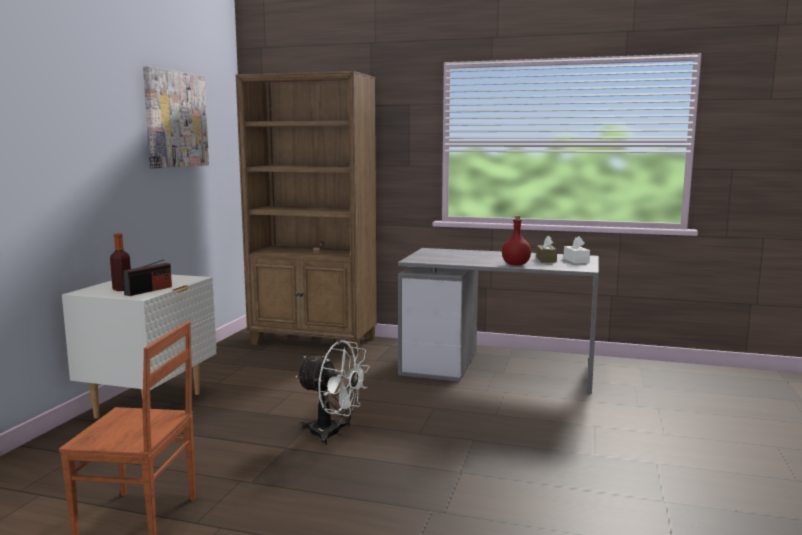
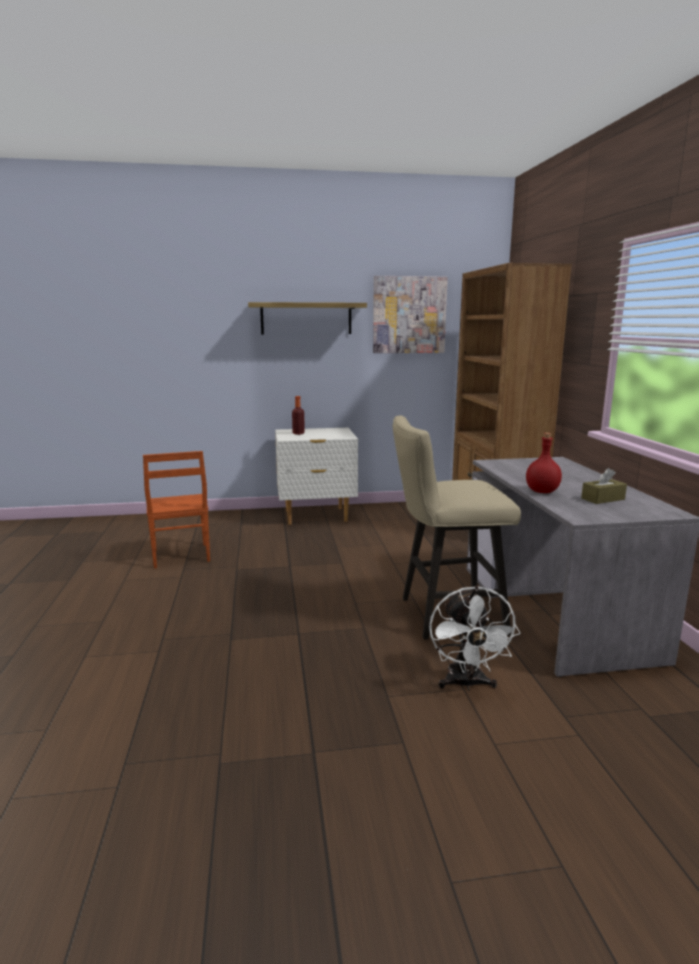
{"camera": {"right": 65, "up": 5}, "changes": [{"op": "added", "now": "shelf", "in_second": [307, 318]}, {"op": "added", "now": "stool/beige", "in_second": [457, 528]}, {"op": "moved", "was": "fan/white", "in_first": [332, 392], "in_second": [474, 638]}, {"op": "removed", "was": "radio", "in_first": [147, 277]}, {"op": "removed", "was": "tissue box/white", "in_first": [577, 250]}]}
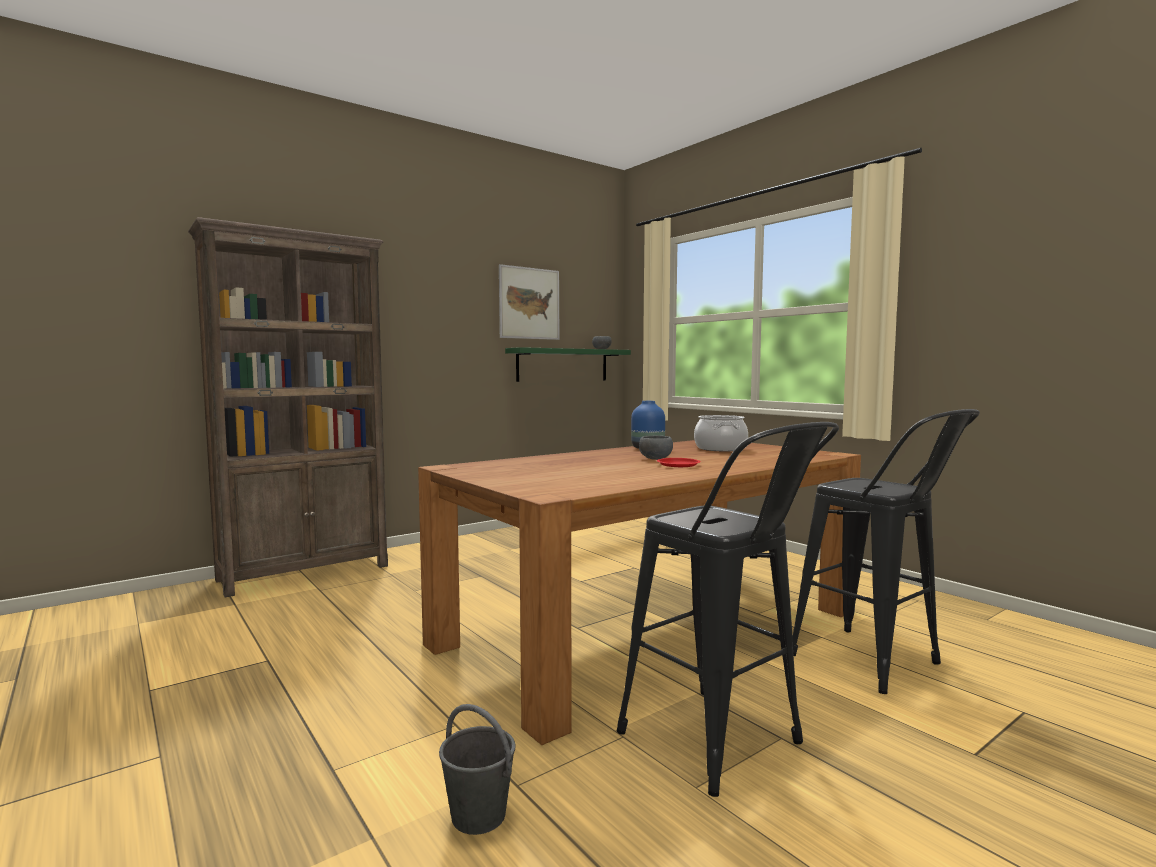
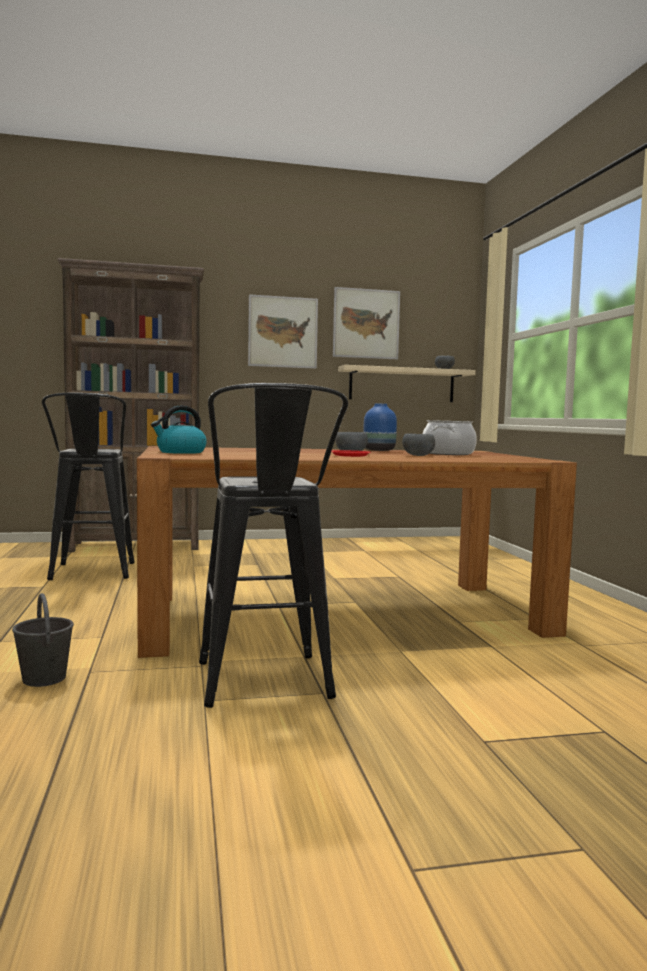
{"camera": {"right": 25, "up": 0}, "changes": [{"op": "moved", "was": "stool/black", "in_first": [886, 551], "in_second": [88, 486]}, {"op": "added", "now": "kettle", "in_second": [179, 430]}, {"op": "added", "now": "picture", "in_second": [283, 331]}, {"op": "recoloured", "was": "shelf/green", "now": "shelf/beige", "in_first": [568, 364], "in_second": [407, 383]}, {"op": "added", "now": "bowl/grey", "in_second": [418, 444]}]}
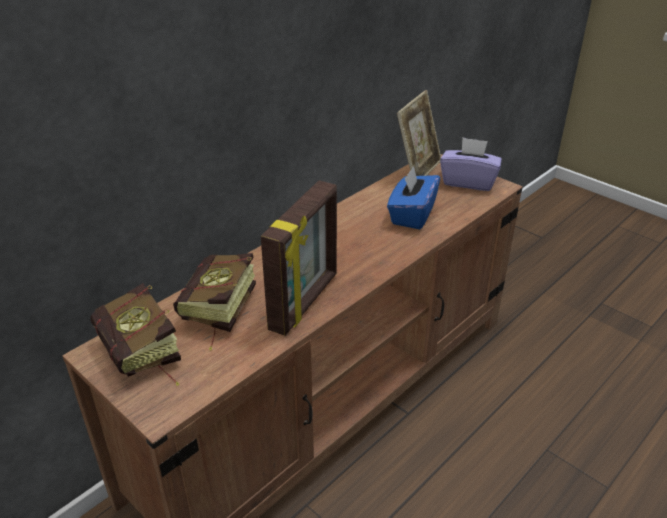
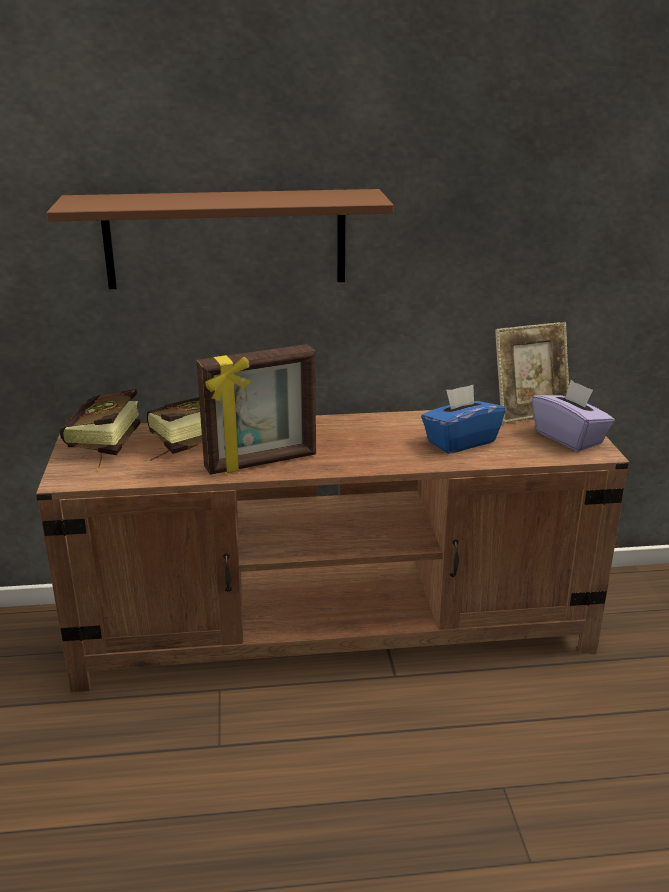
{"camera": {"right": 40, "up": -10}, "changes": [{"op": "added", "now": "shelf/brown", "in_second": [220, 239]}]}
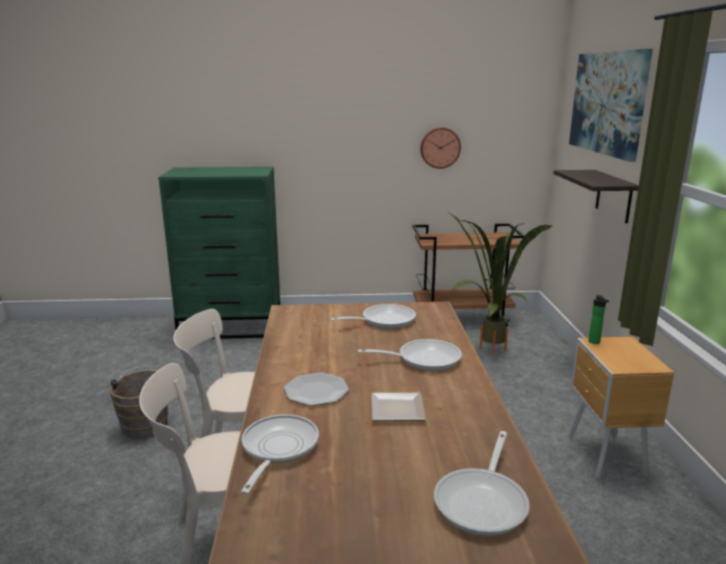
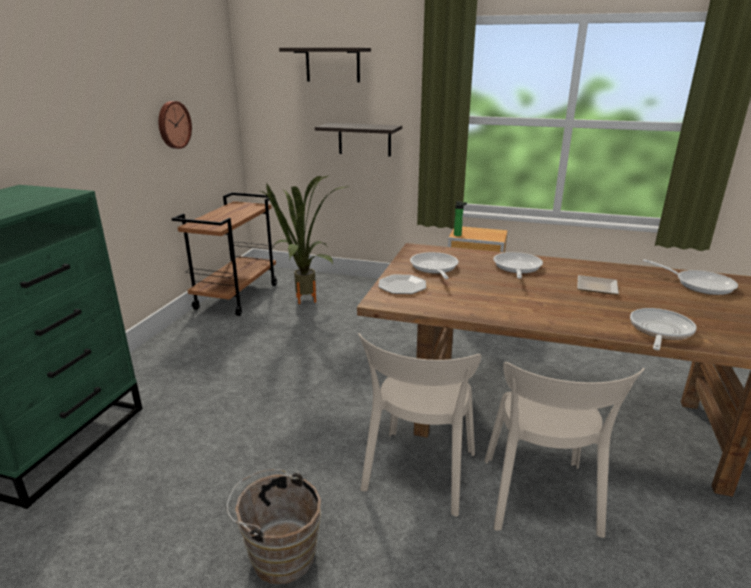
{"camera": {"right": -70, "up": 5}, "changes": [{"op": "replaced", "was": "picture", "now": "shelf", "in_first": [611, 105], "in_second": [325, 65]}, {"op": "moved", "was": "plate", "in_first": [316, 389], "in_second": [402, 284]}, {"op": "turned", "was": "frying pan", "in_first": [280, 454], "in_second": [663, 329], "clockwise": 90}]}
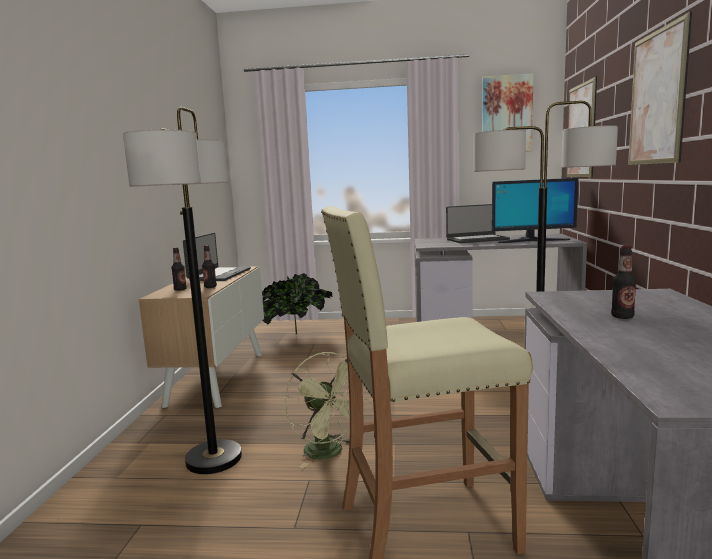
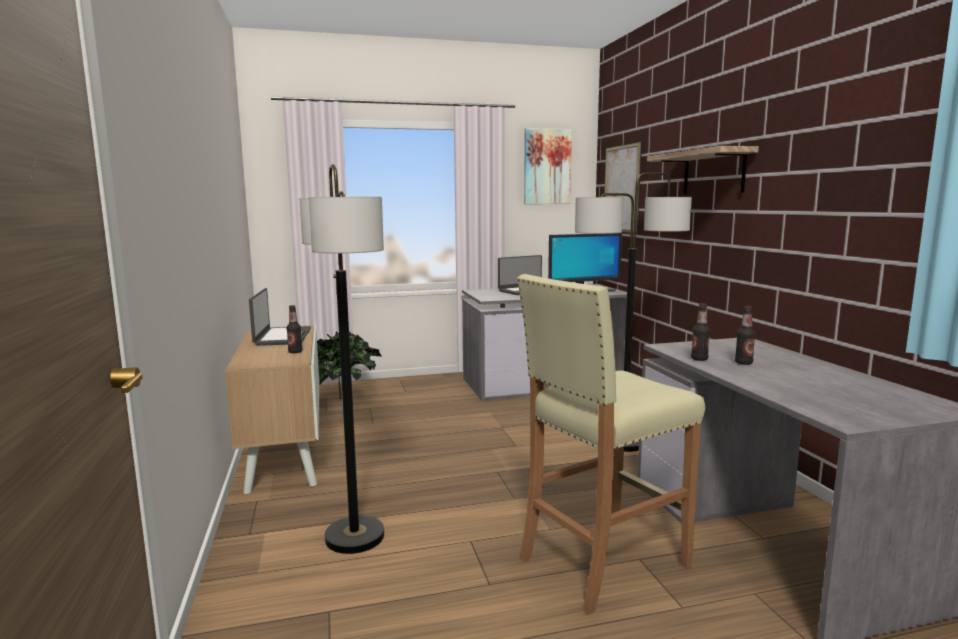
{"camera": {"right": -20, "up": 0}, "changes": [{"op": "replaced", "was": "picture", "now": "shelf", "in_first": [660, 88], "in_second": [703, 170]}, {"op": "moved", "was": "bottle", "in_first": [179, 269], "in_second": [700, 332]}, {"op": "removed", "was": "fan/green", "in_first": [327, 410]}]}
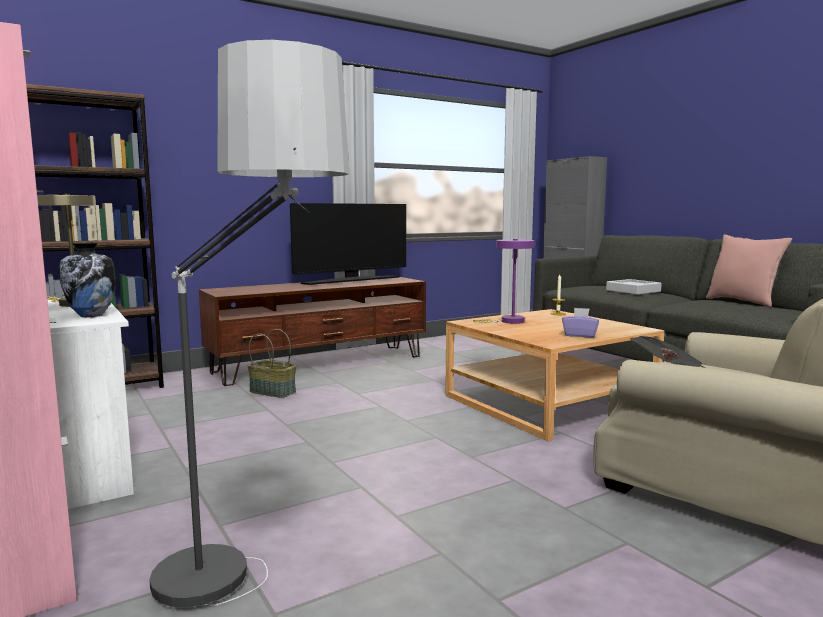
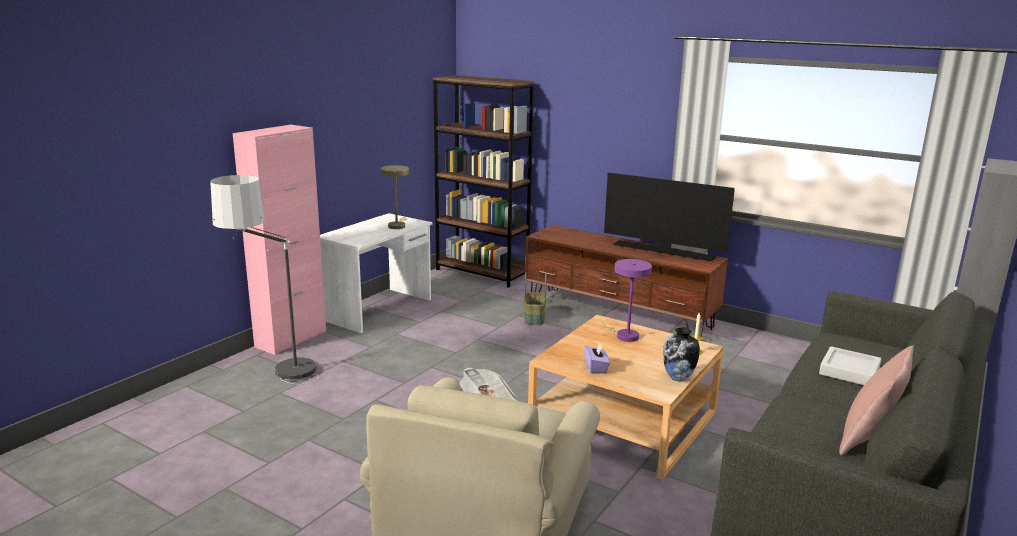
{"camera": {"right": 65, "up": 10}, "changes": [{"op": "moved", "was": "vase", "in_first": [87, 280], "in_second": [681, 354]}]}
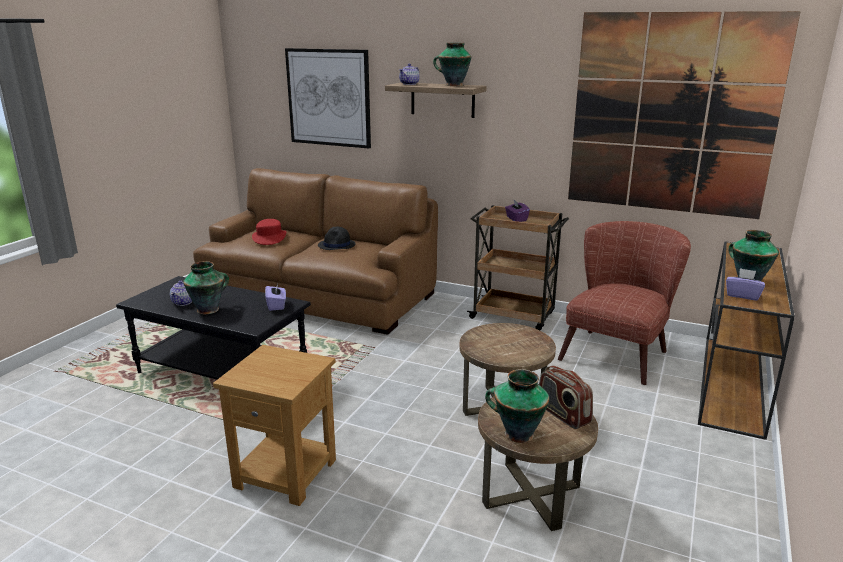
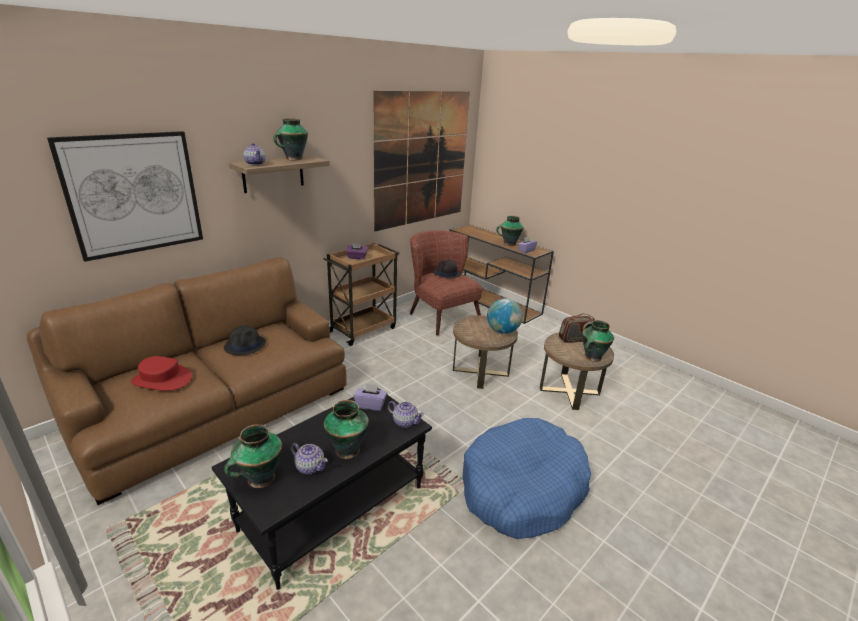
{"camera": {"right": -70, "up": 5}, "changes": [{"op": "added", "now": "vase", "in_second": [253, 456]}, {"op": "added", "now": "teapot", "in_second": [405, 414]}, {"op": "added", "now": "hat/black", "in_second": [447, 269]}, {"op": "replaced", "was": "side table/brown", "now": "dog bed/blue", "in_first": [274, 425], "in_second": [527, 478]}, {"op": "added", "now": "globe", "in_second": [505, 316]}]}
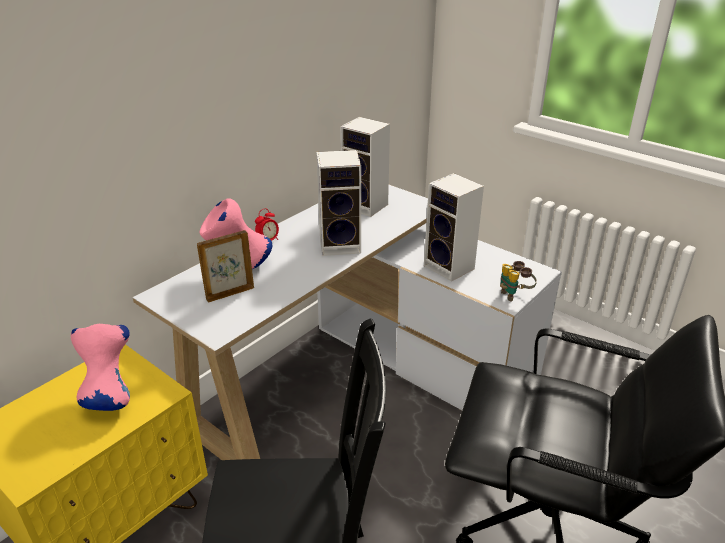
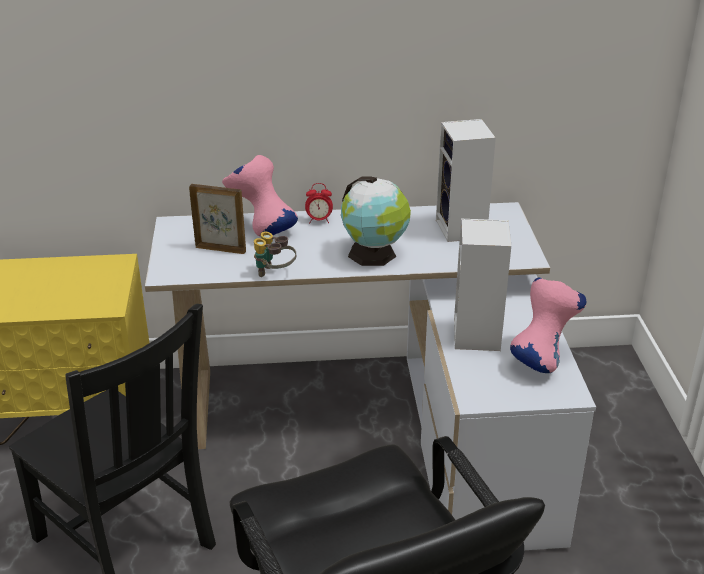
{"camera": {"right": 45, "up": 0}, "changes": [{"op": "moved", "was": "binoculars", "in_first": [518, 281], "in_second": [275, 254]}, {"op": "replaced", "was": "speaker", "now": "globe", "in_first": [338, 203], "in_second": [376, 221]}, {"op": "moved", "was": "vase/pink", "in_first": [100, 367], "in_second": [548, 325]}]}
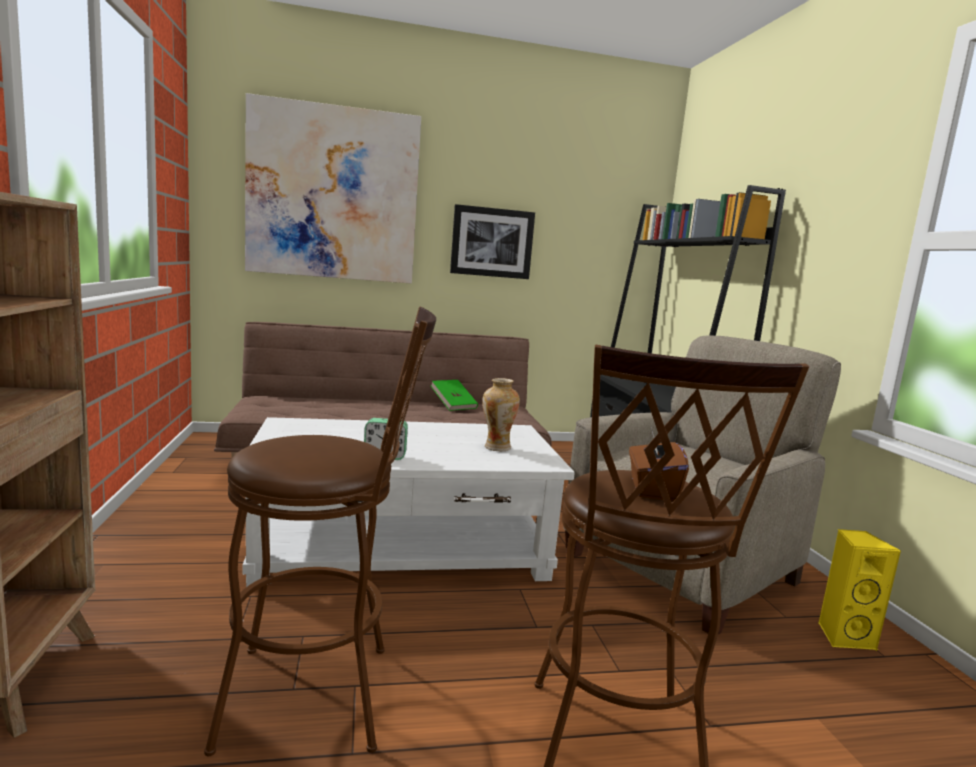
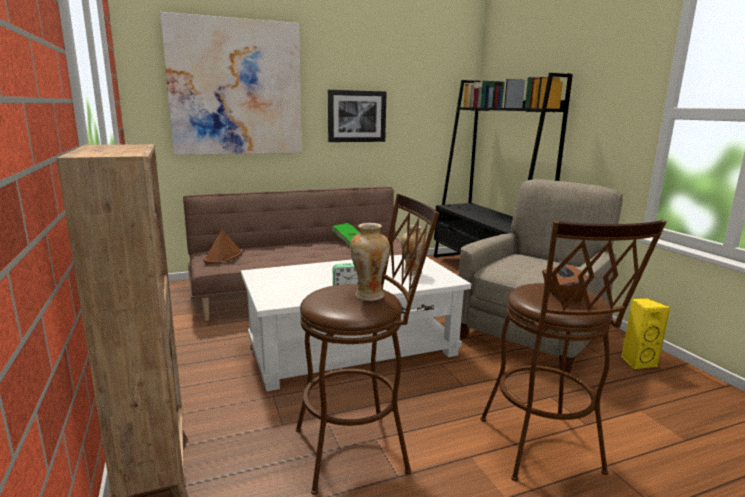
{"camera": {"right": -10, "up": 5}, "changes": [{"op": "added", "now": "hat/brown", "in_second": [222, 247]}, {"op": "added", "now": "vase", "in_second": [370, 262]}]}
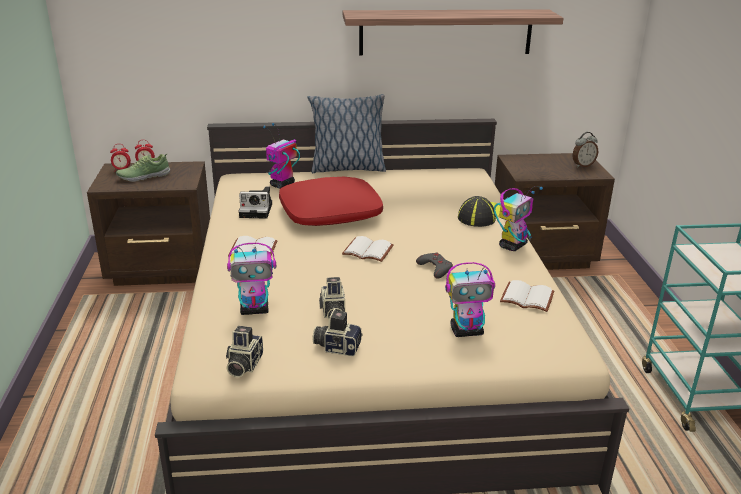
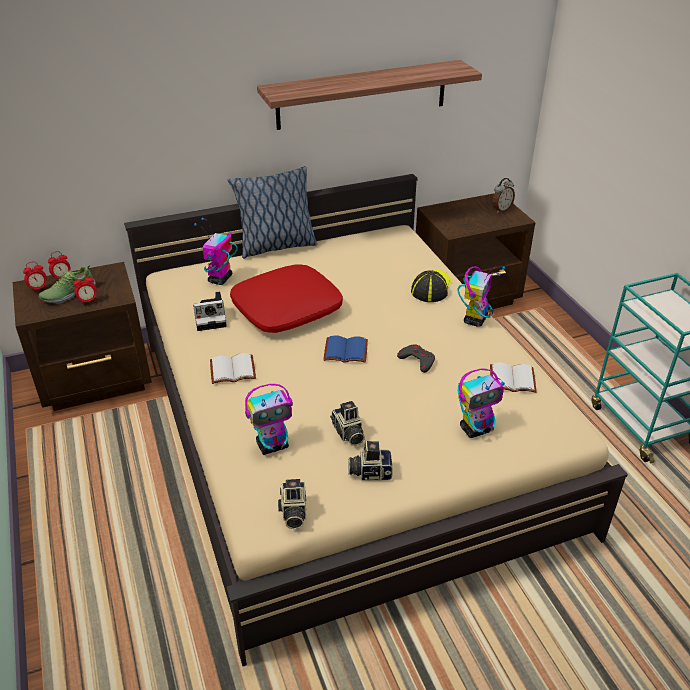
{"camera": {"right": -15, "up": 10}, "changes": [{"op": "added", "now": "alarm clock", "in_second": [85, 289]}, {"op": "recoloured", "was": "book/white", "now": "book/blue", "in_first": [368, 249], "in_second": [345, 349]}]}
